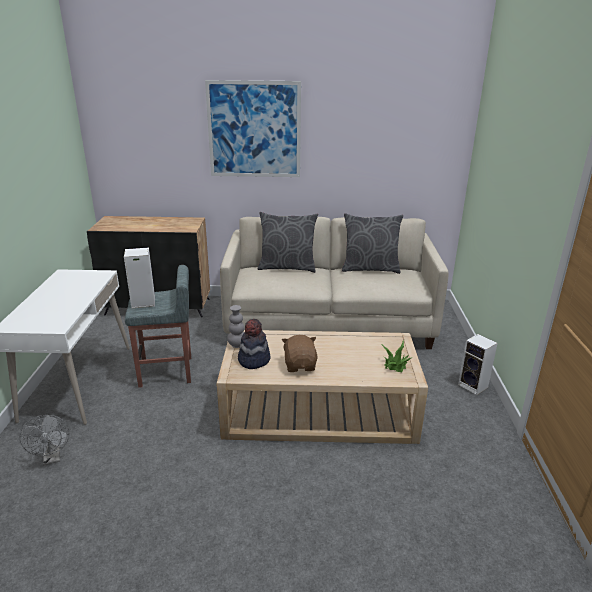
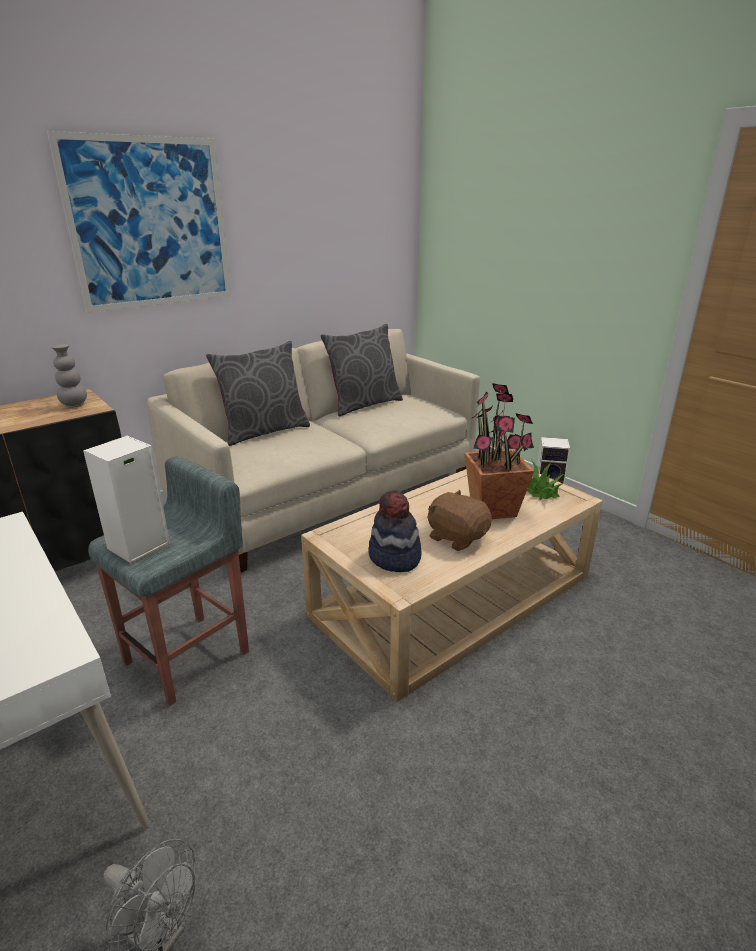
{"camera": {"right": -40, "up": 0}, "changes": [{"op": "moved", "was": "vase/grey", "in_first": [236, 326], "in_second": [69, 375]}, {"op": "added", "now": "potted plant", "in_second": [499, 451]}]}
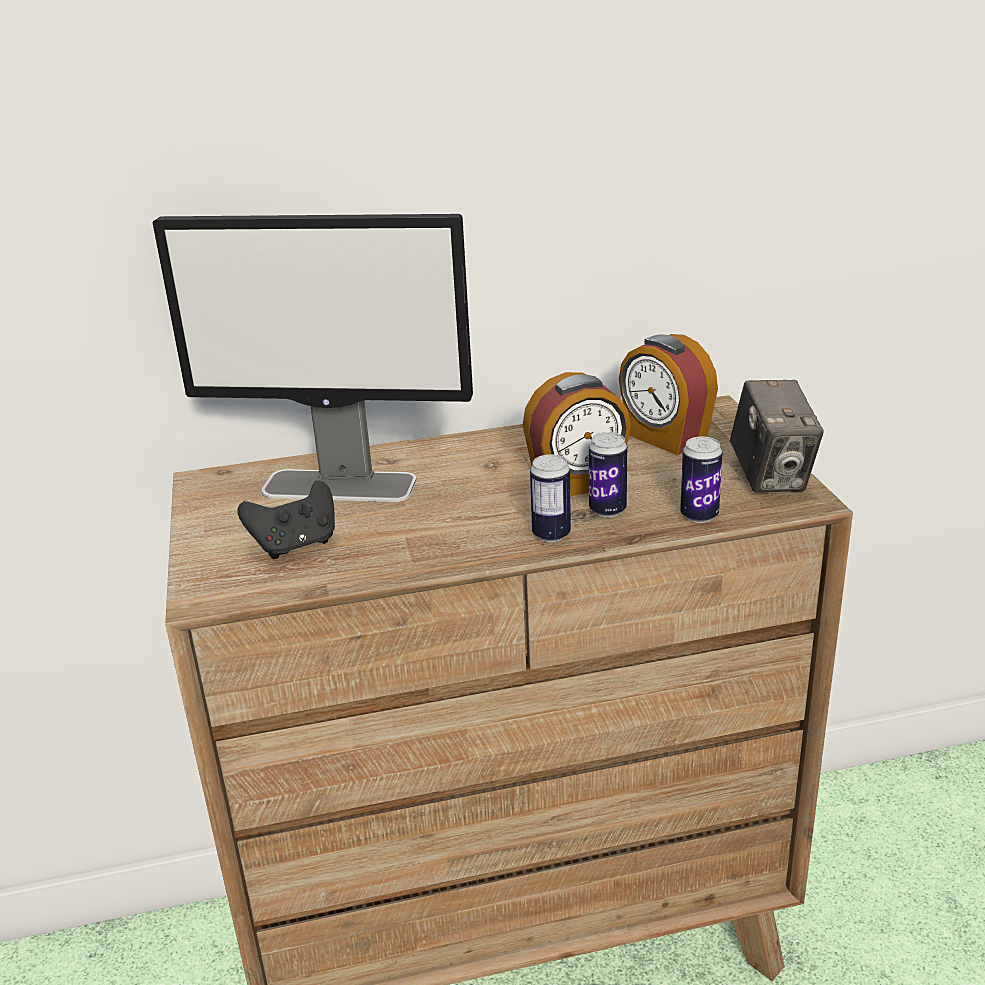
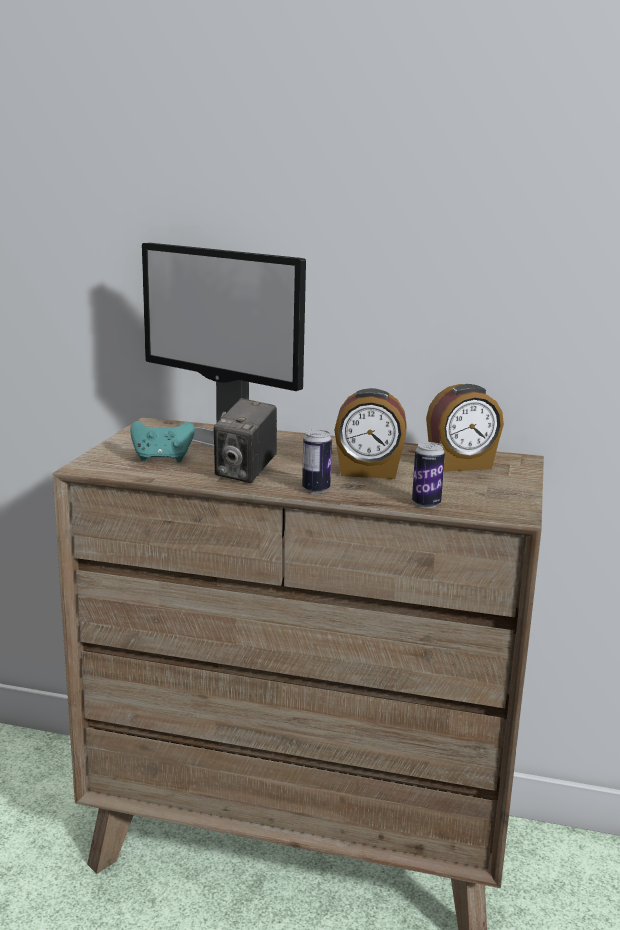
{"camera": {"right": 25, "up": -10}, "changes": [{"op": "recoloured", "was": "game controller/black", "now": "game controller/turquoise", "in_first": [286, 519], "in_second": [162, 441]}, {"op": "moved", "was": "photo camera", "in_first": [777, 436], "in_second": [245, 440]}, {"op": "turned", "was": "alarm clock", "in_first": [668, 394], "in_second": [465, 428], "clockwise": -90}, {"op": "removed", "was": "can", "in_first": [608, 474]}]}
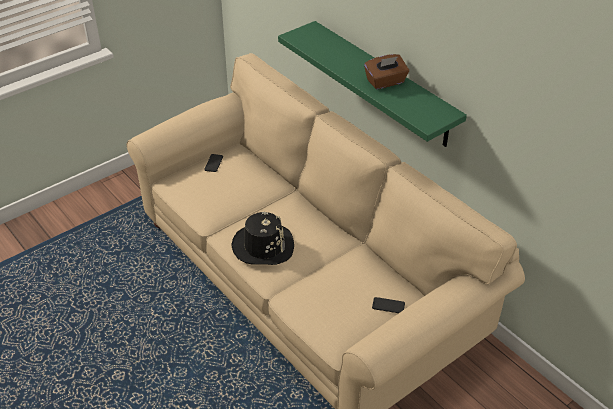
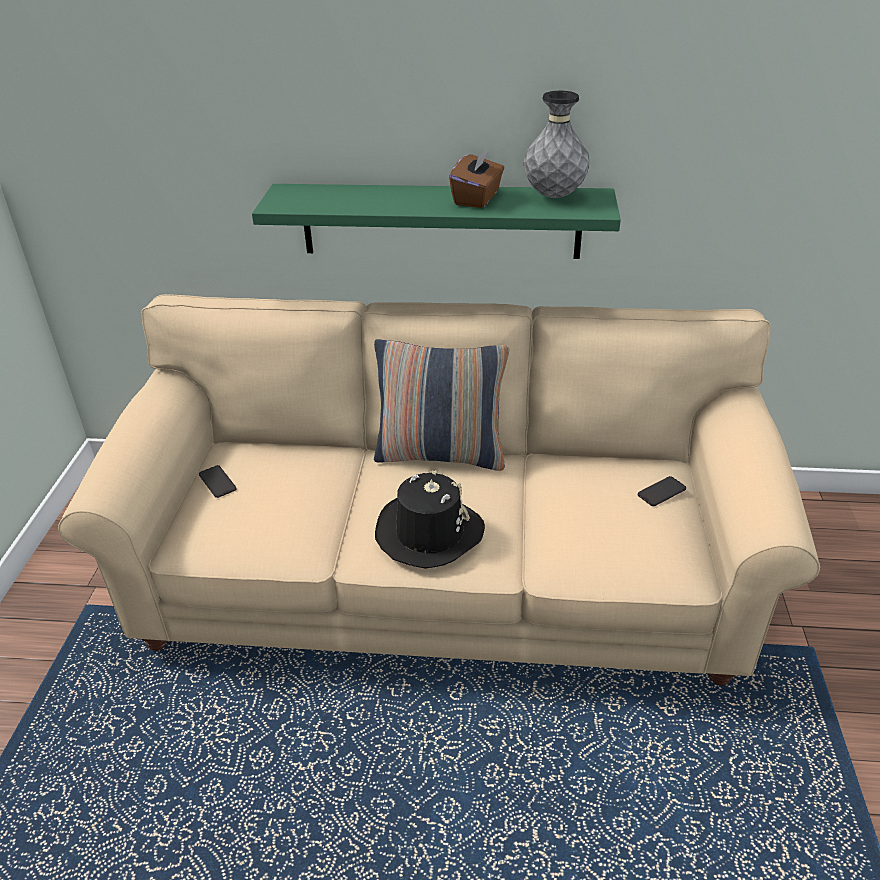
{"camera": {"right": -45, "up": -5}, "changes": [{"op": "added", "now": "pillow", "in_second": [441, 405]}, {"op": "added", "now": "vase/grey", "in_second": [557, 144]}]}
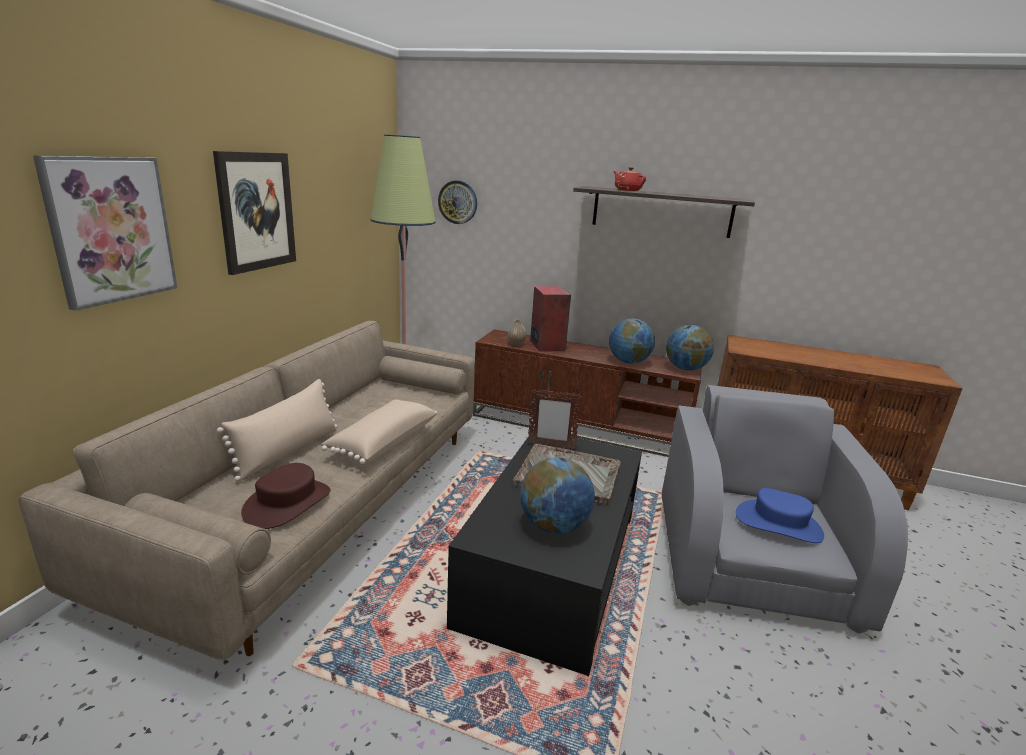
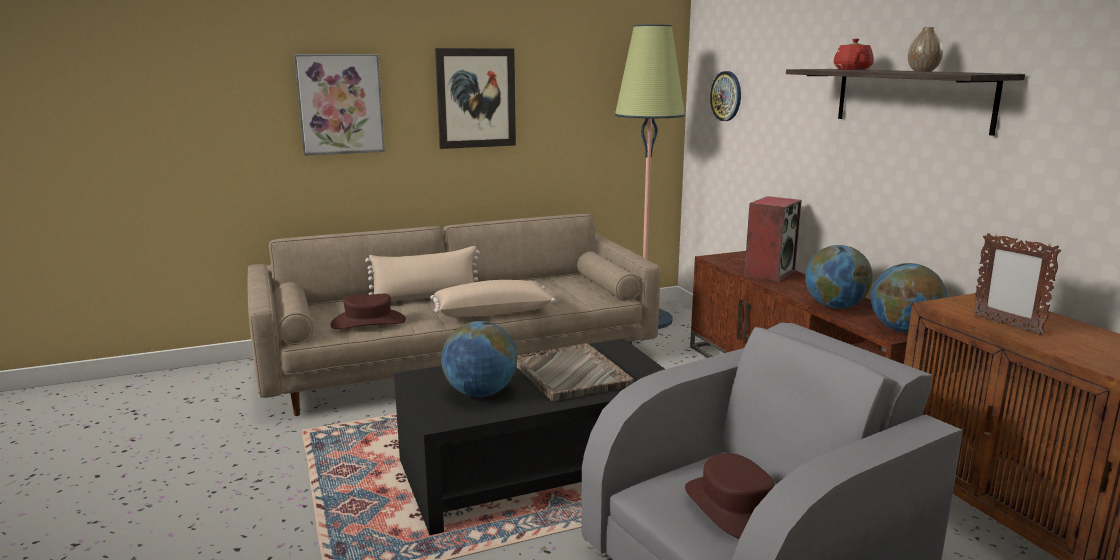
{"camera": {"right": 50, "up": -5}, "changes": [{"op": "recoloured", "was": "hat/blue", "now": "hat/brown", "in_first": [780, 515], "in_second": [730, 496]}, {"op": "moved", "was": "vase", "in_first": [517, 333], "in_second": [925, 49]}, {"op": "moved", "was": "picture frame", "in_first": [555, 419], "in_second": [1017, 284]}]}
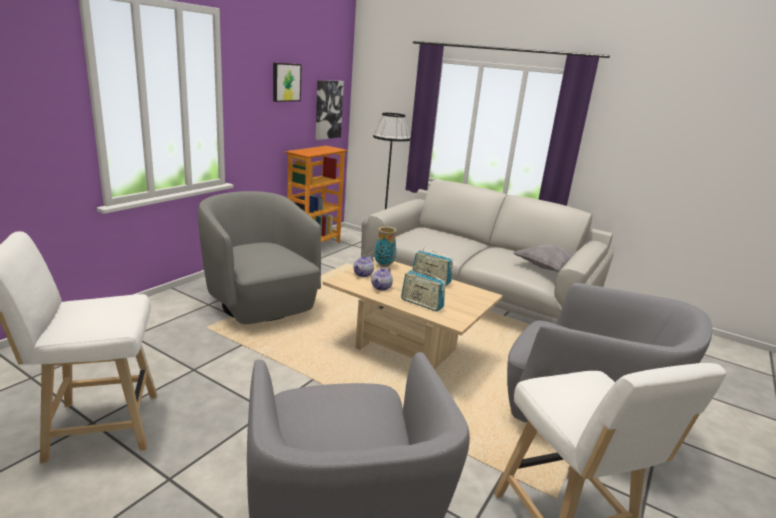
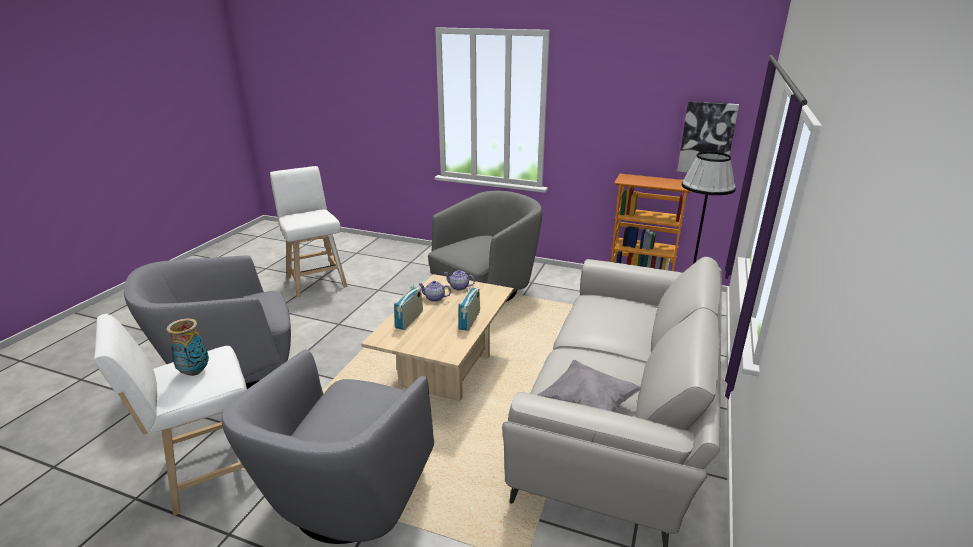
{"camera": {"right": 80, "up": 5}, "changes": [{"op": "moved", "was": "vase", "in_first": [385, 246], "in_second": [187, 347]}, {"op": "removed", "was": "picture", "in_first": [287, 82]}]}
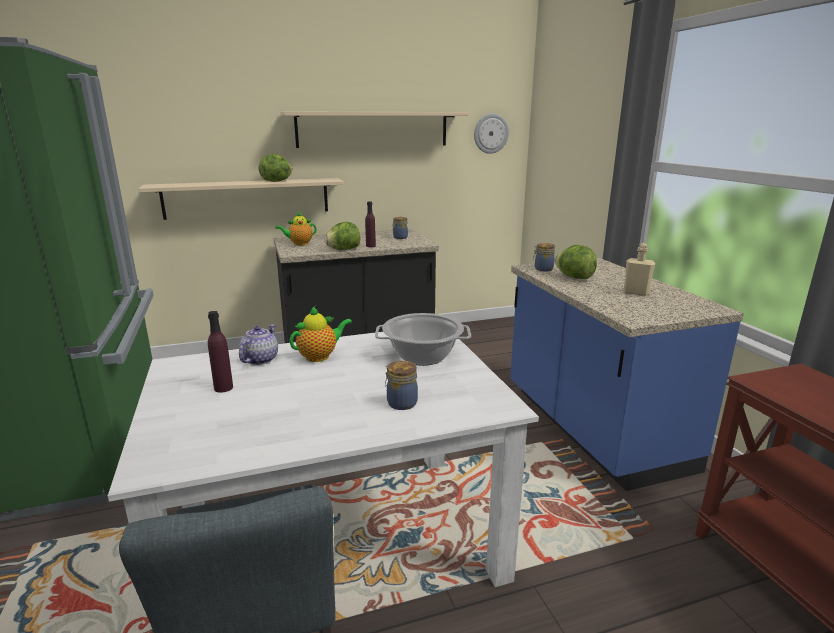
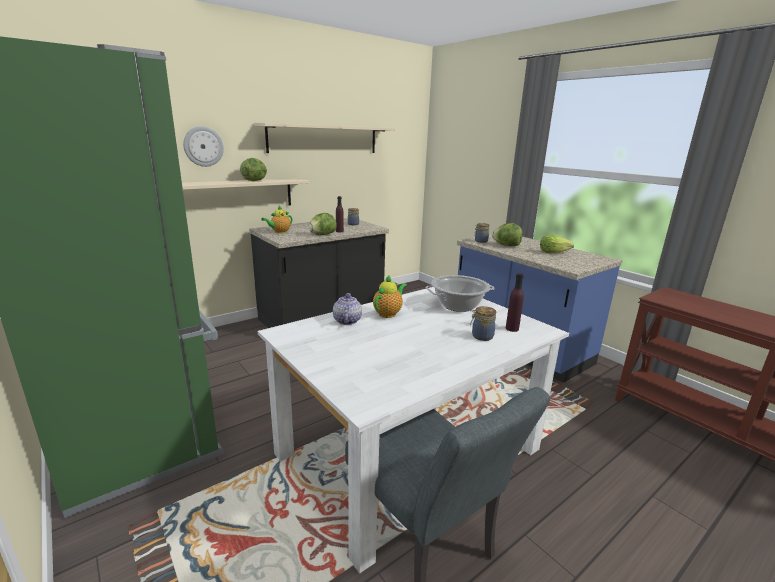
{"camera": {"right": -20, "up": 0}, "changes": [{"op": "moved", "was": "wall clock", "in_first": [491, 133], "in_second": [203, 146]}, {"op": "moved", "was": "bottle/purple", "in_first": [220, 352], "in_second": [515, 302]}, {"op": "replaced", "was": "bottle/beige", "now": "lettuce", "in_first": [639, 269], "in_second": [557, 244]}]}
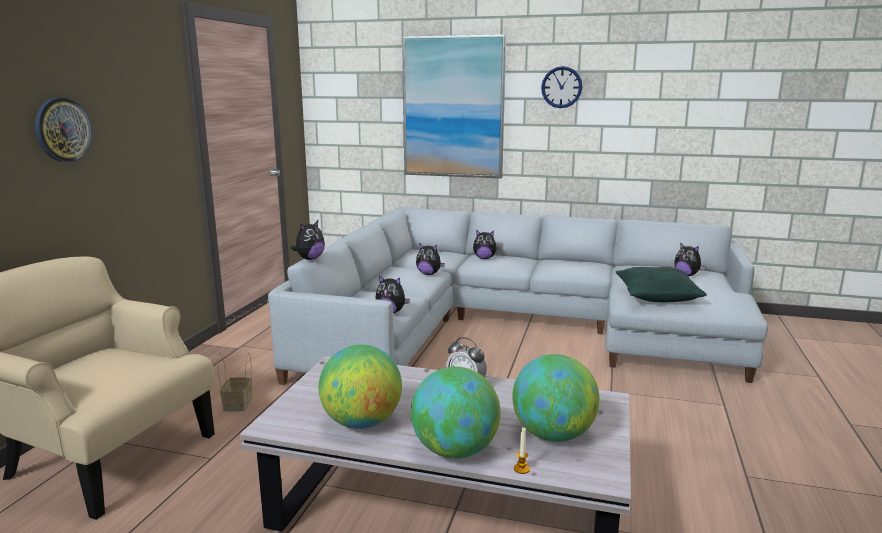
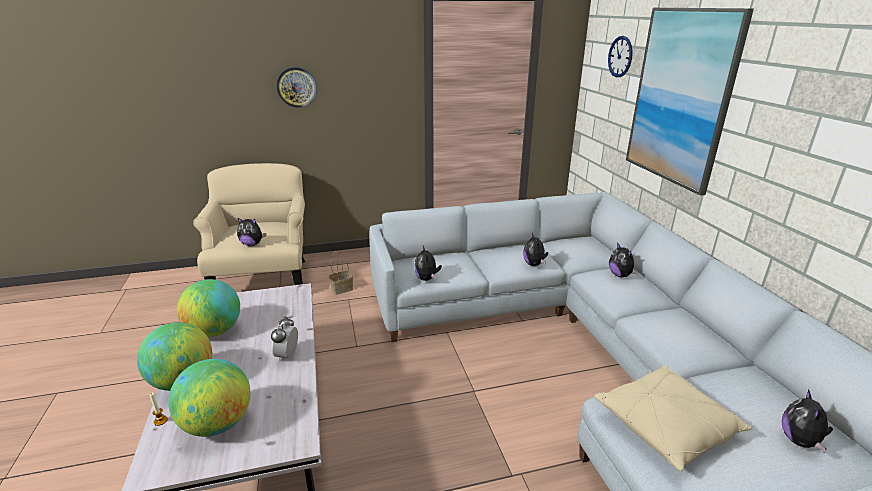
{"camera": {"right": 60, "up": 10}, "changes": [{"op": "moved", "was": "plush toy", "in_first": [308, 240], "in_second": [251, 232]}, {"op": "recoloured", "was": "pillow/green", "now": "pillow/beige", "in_first": [661, 284], "in_second": [673, 418]}, {"op": "moved", "was": "wall clock", "in_first": [561, 87], "in_second": [620, 56]}]}
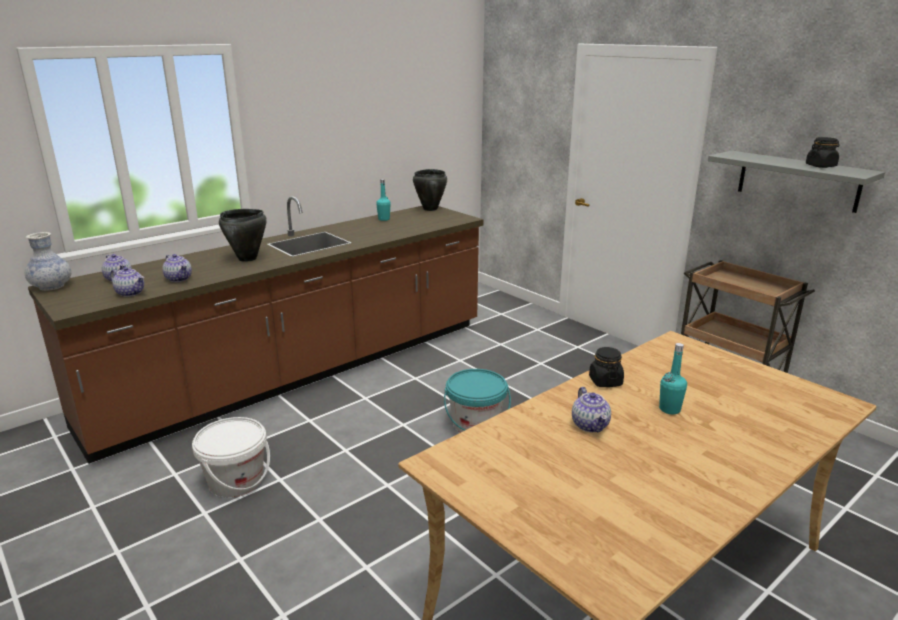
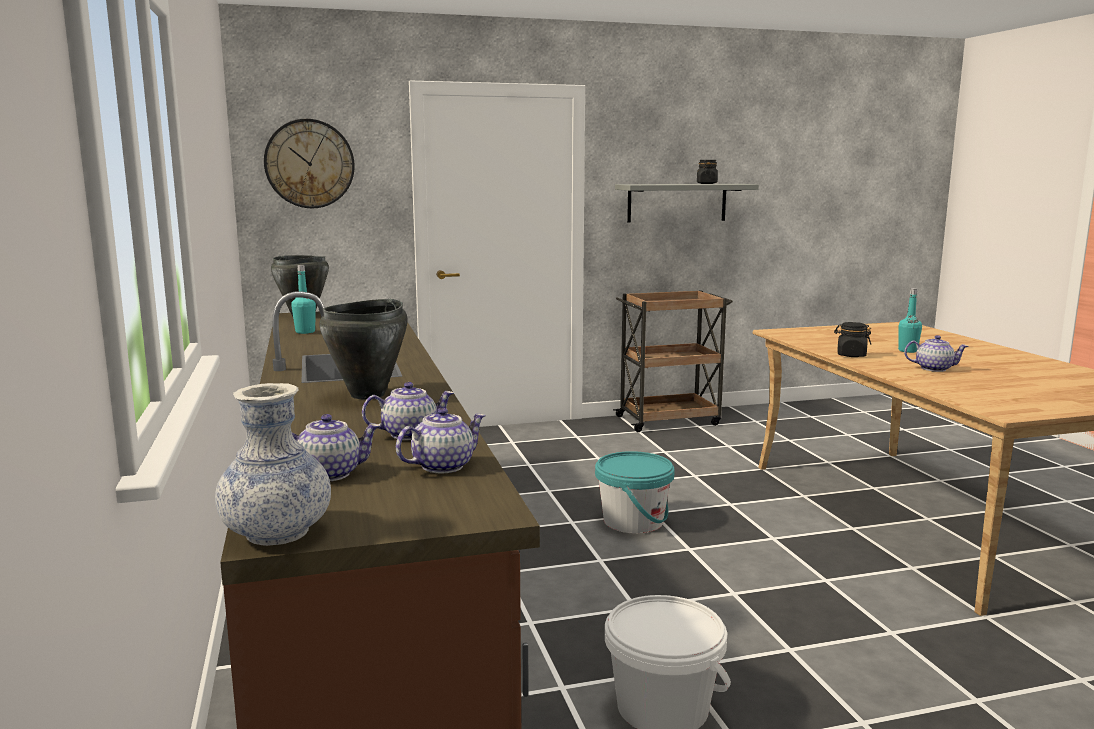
{"camera": {"right": -65, "up": -10}, "changes": [{"op": "added", "now": "wall clock", "in_second": [309, 163]}]}
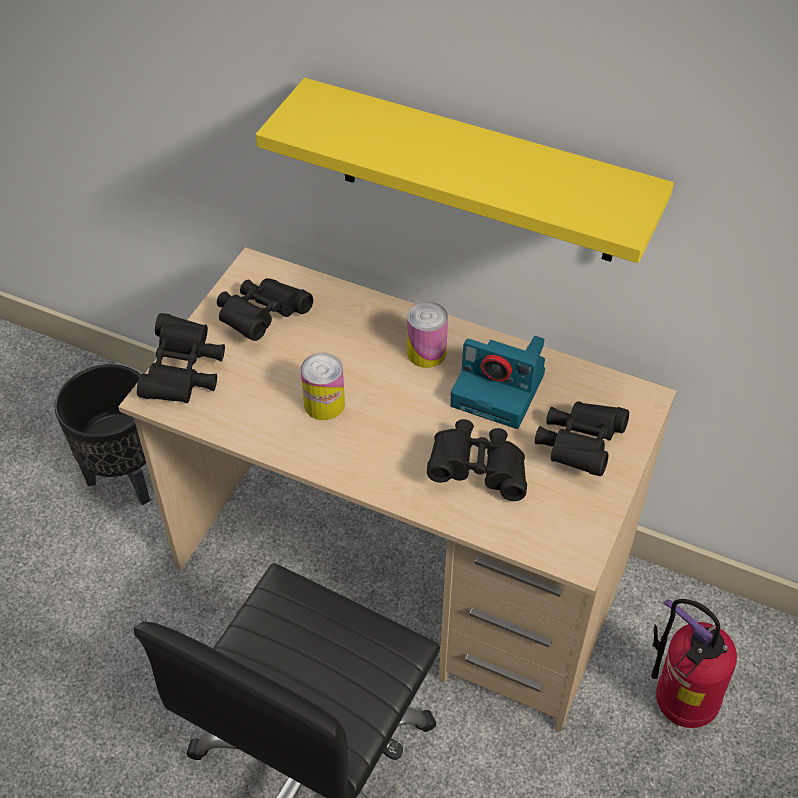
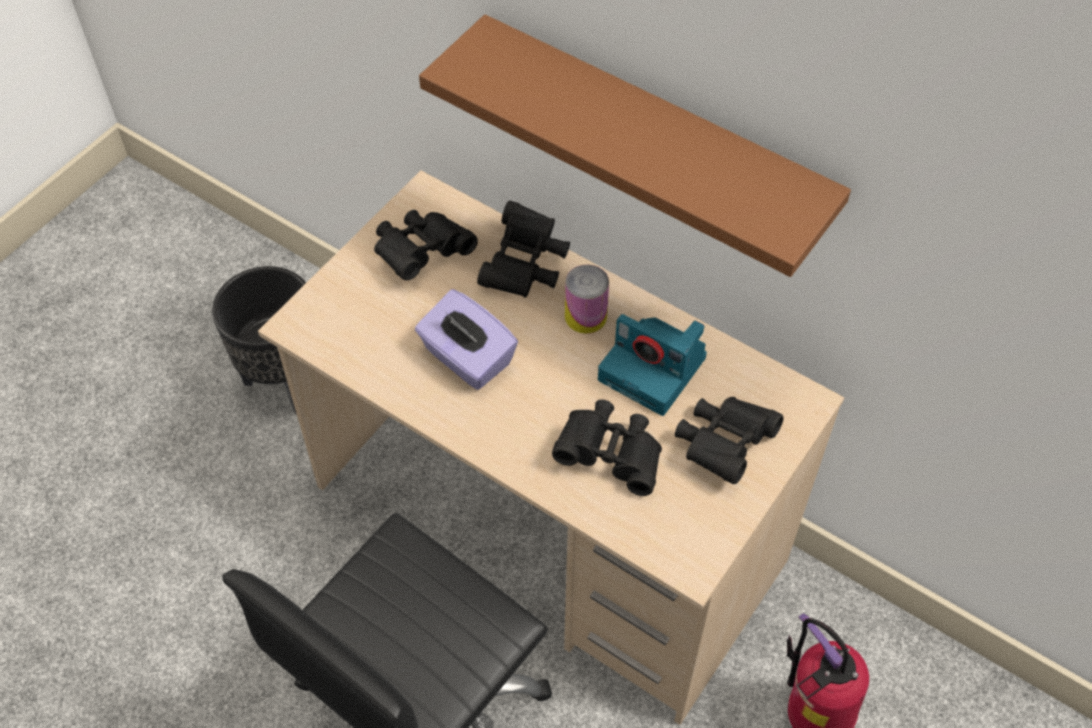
{"camera": {"right": 10, "up": 5}, "changes": [{"op": "replaced", "was": "can", "now": "tissue box/purple", "in_first": [323, 386], "in_second": [466, 339]}, {"op": "recoloured", "was": "shelf/yellow", "now": "shelf/brown", "in_first": [465, 170], "in_second": [635, 145]}, {"op": "moved", "was": "binoculars/black", "in_first": [181, 358], "in_second": [523, 249]}]}
